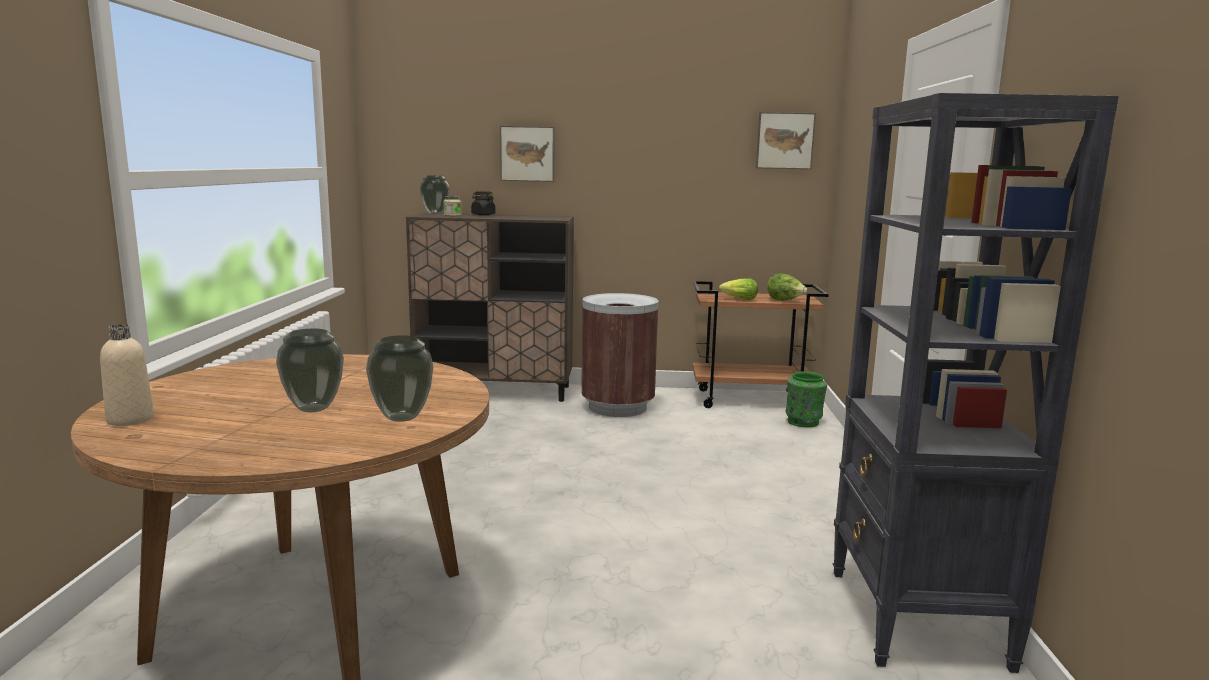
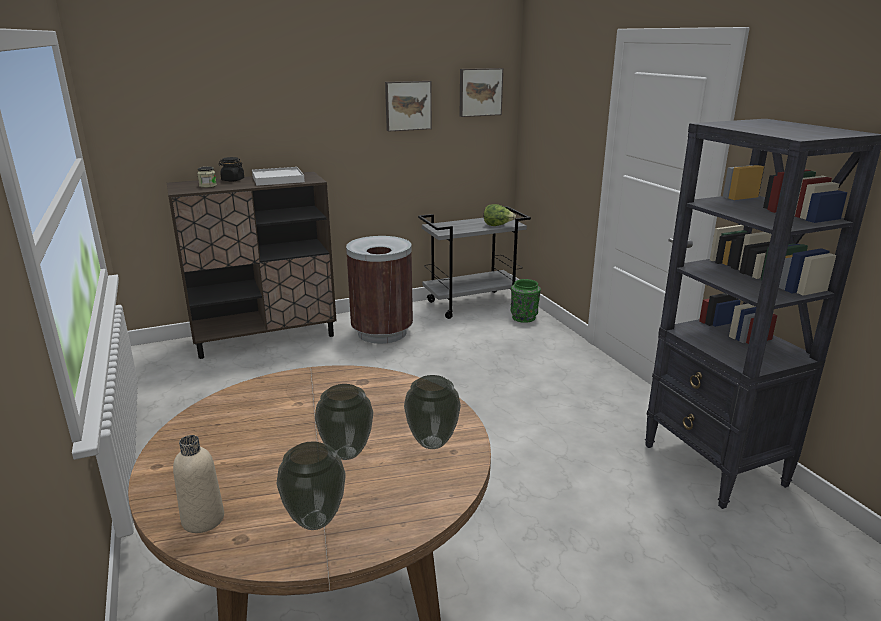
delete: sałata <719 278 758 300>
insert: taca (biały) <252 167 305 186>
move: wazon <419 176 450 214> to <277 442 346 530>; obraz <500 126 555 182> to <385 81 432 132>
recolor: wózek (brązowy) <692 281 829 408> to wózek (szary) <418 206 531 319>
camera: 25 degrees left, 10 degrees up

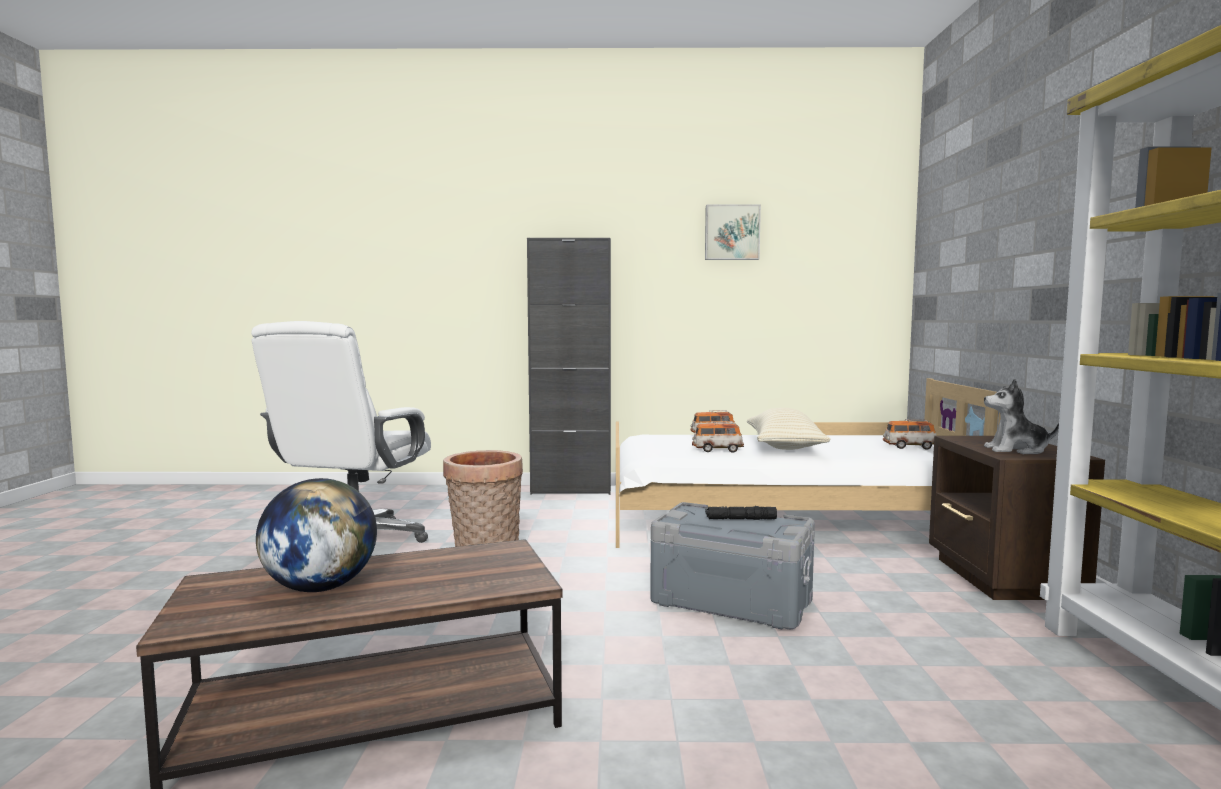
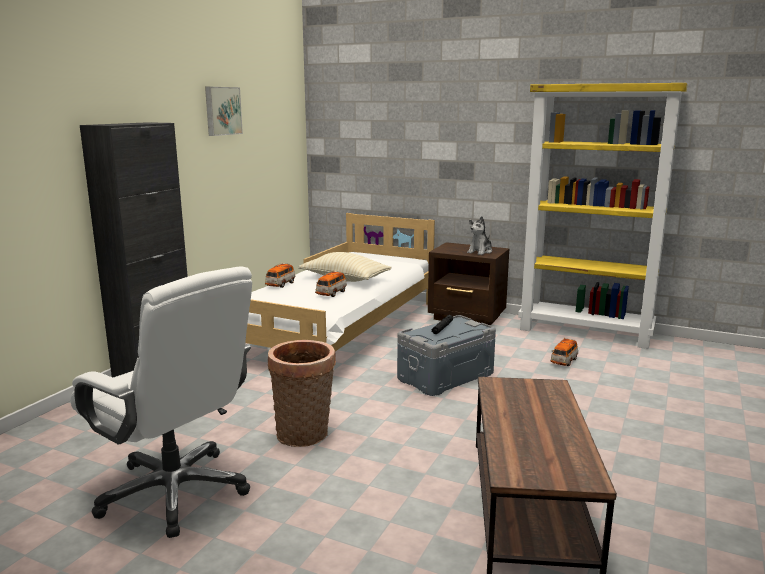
delete: globus <256 478 377 592>
move: samochodzik <883 419 936 450> to <550 338 578 366>
camera: 65 degrees left, 10 degrees up

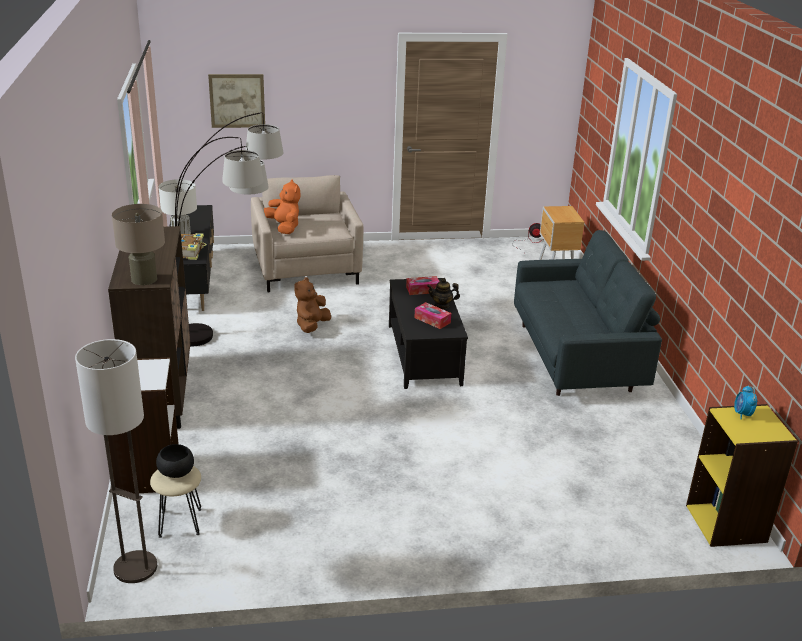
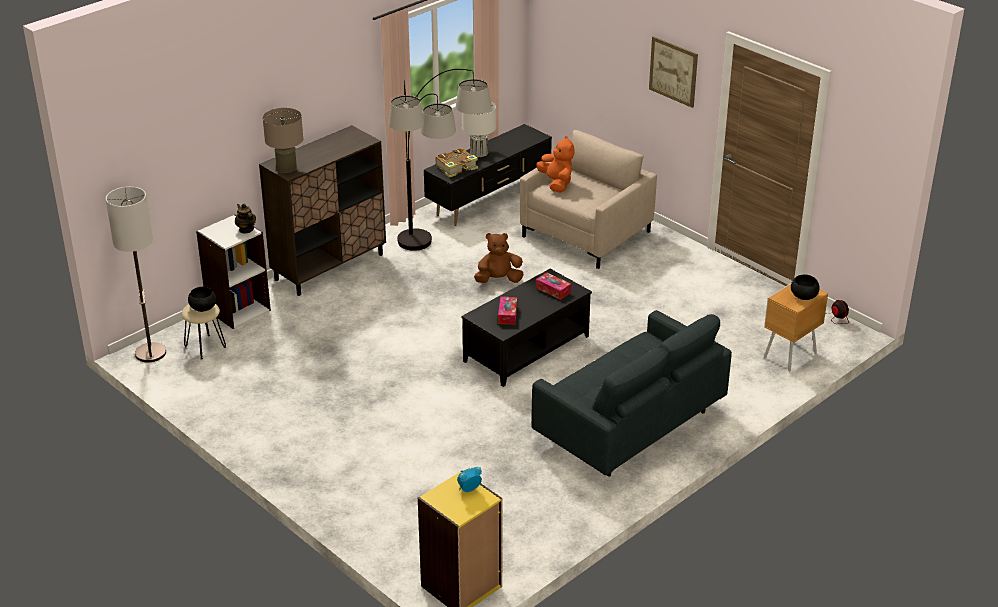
insert: miska (czarny) <791 274 820 300>
move: obraz <208 74 265 128> to <649 36 698 108>; imbryk <427 278 460 309> to <235 204 256 233>
rotate: pluszak (pomarańczowy) <264 179 301 234> = <536 136 574 193> 45 degrees counterclockwise
camera: 55 degrees right, 5 degrees up

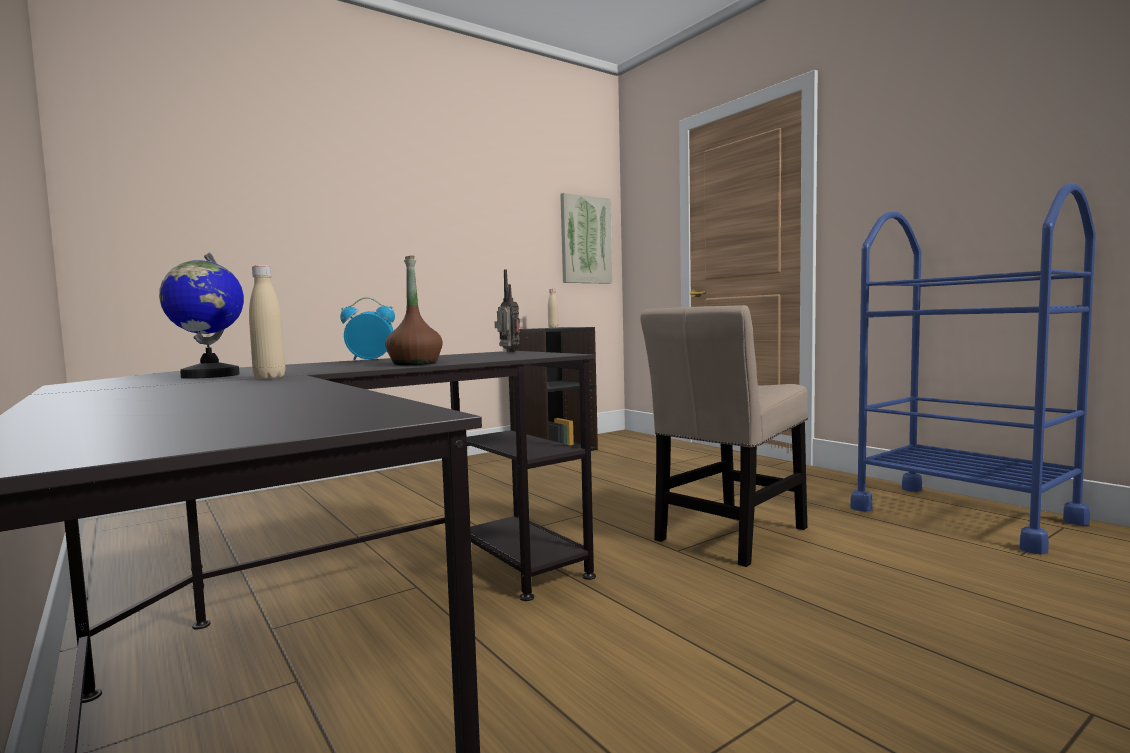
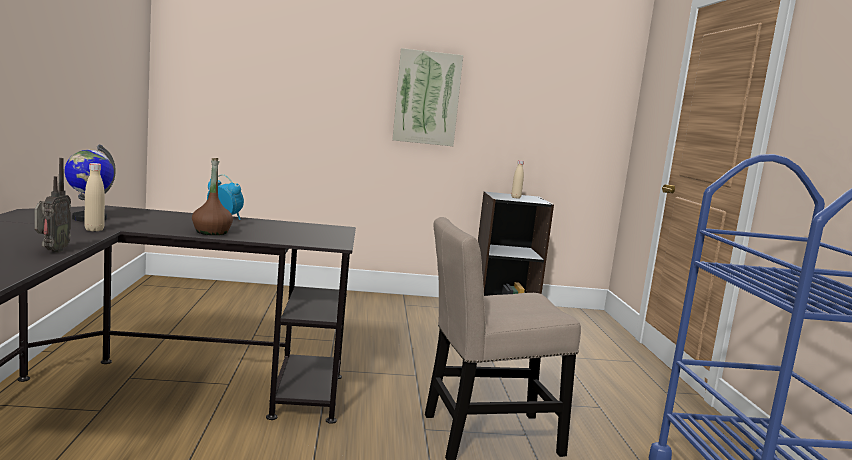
move: radio <495 269 520 352> to <35 158 71 253>; obraz <560 193 612 284> to <392 48 463 146>
camera: 30 degrees right, 5 degrees up

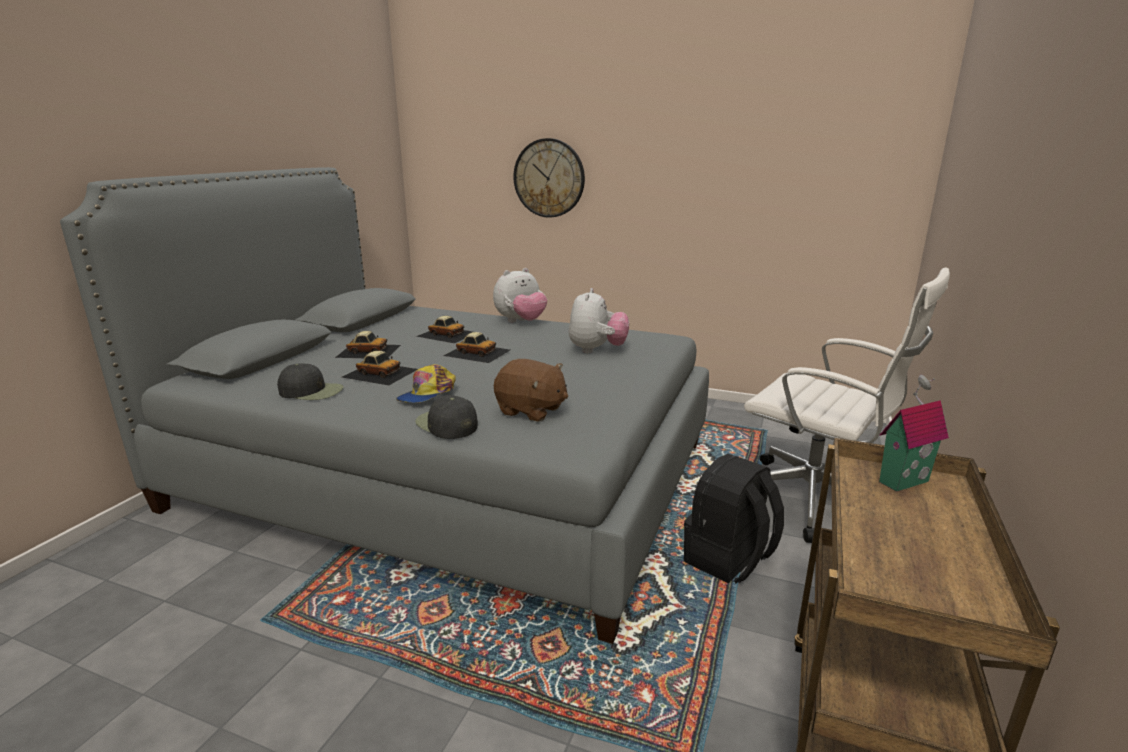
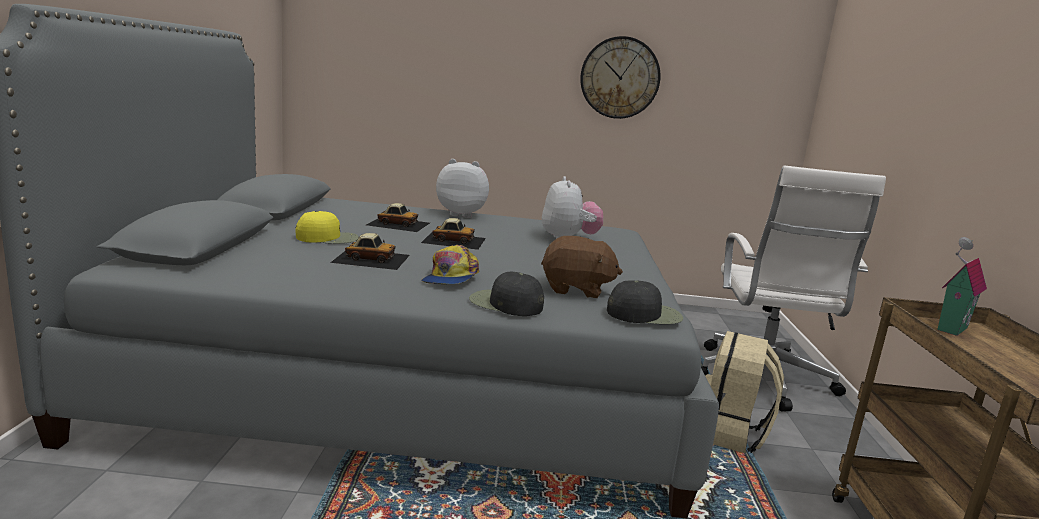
move: czapka z daszkiem (czarny) <277 363 344 400> to <607 280 683 324>; zegar ścienny <513 138 585 218> to <580 36 661 119>
replace: samochodzik <335 331 401 358> to czapka z daszkiem (żółty) <295 211 359 244>
recolor: plecak (czarny) <684 454 784 584> to plecak (beżowy) <706 331 784 453>
rotate: pluszak <493 268 547 322> = <436 159 489 218> 120 degrees counterclockwise; krzesło biurowe (biały) <744 268 950 543> = <701 166 886 411> 75 degrees clockwise
camera: 20 degrees left, 5 degrees down

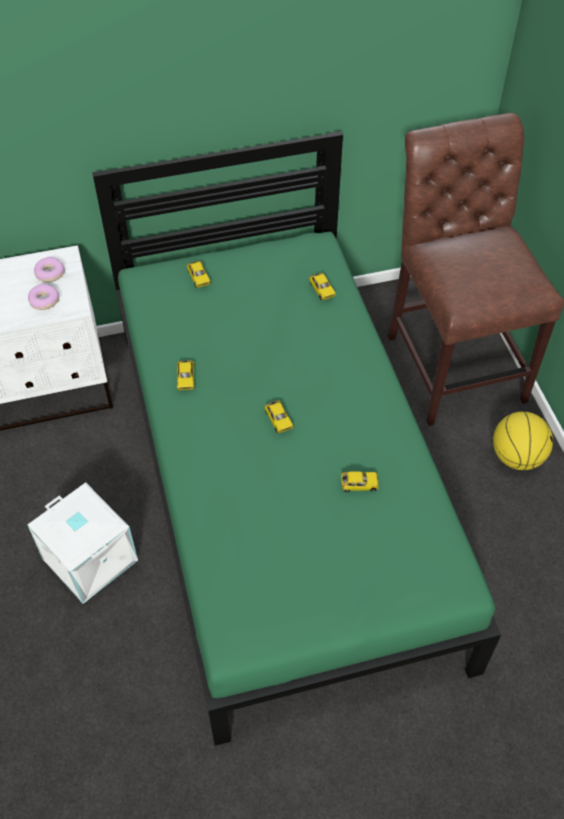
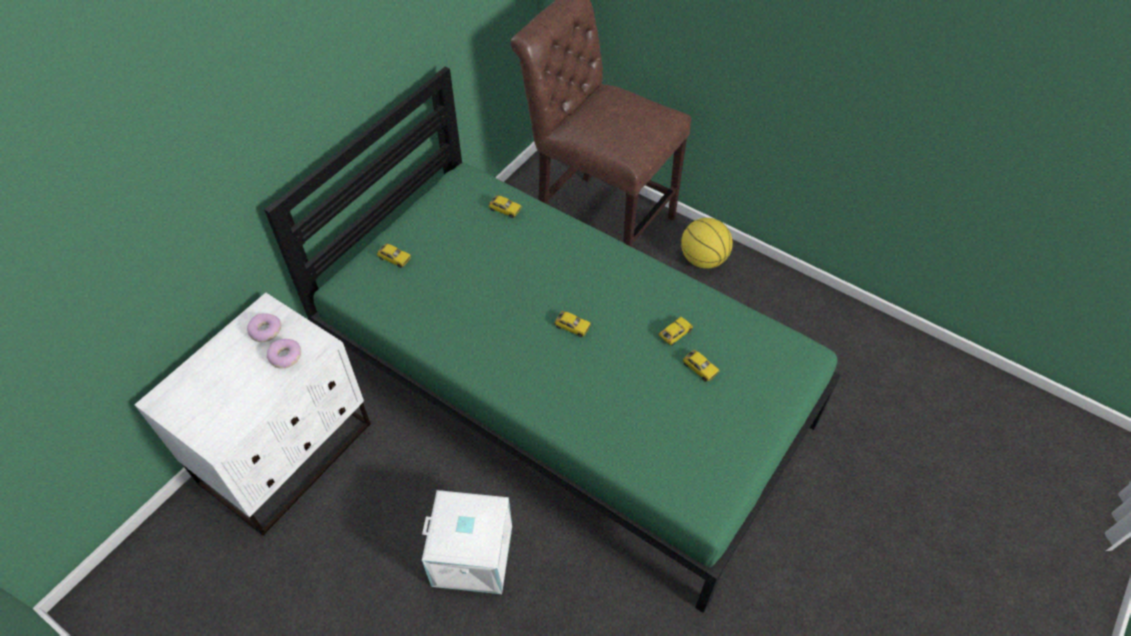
move: samochodzik <177 360 194 390> to <683 350 719 382>
camera: 40 degrees left, 0 degrees up

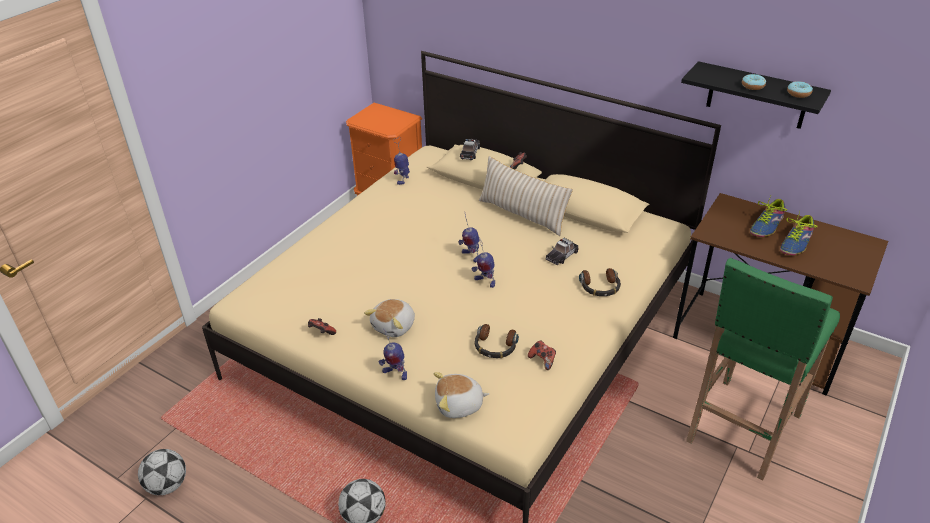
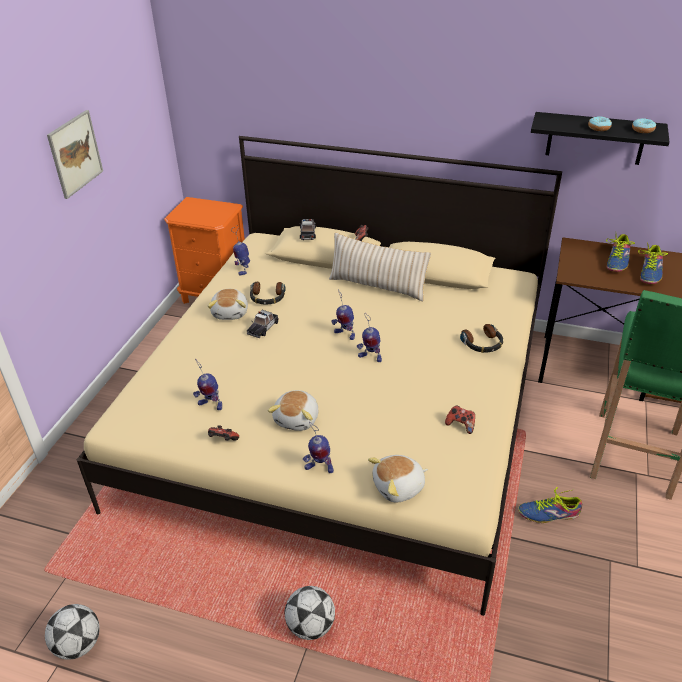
insert: obraz <47 110 103 199>; robot zabawkowy <193 359 222 410>; pluszak <208 289 248 320>; but <518 487 582 523>
move: słuchawki <475 324 519 358> to <250 282 285 305>; samochodzik <546 238 579 265> to <247 310 279 338>
camera: 15 degrees left, 0 degrees up

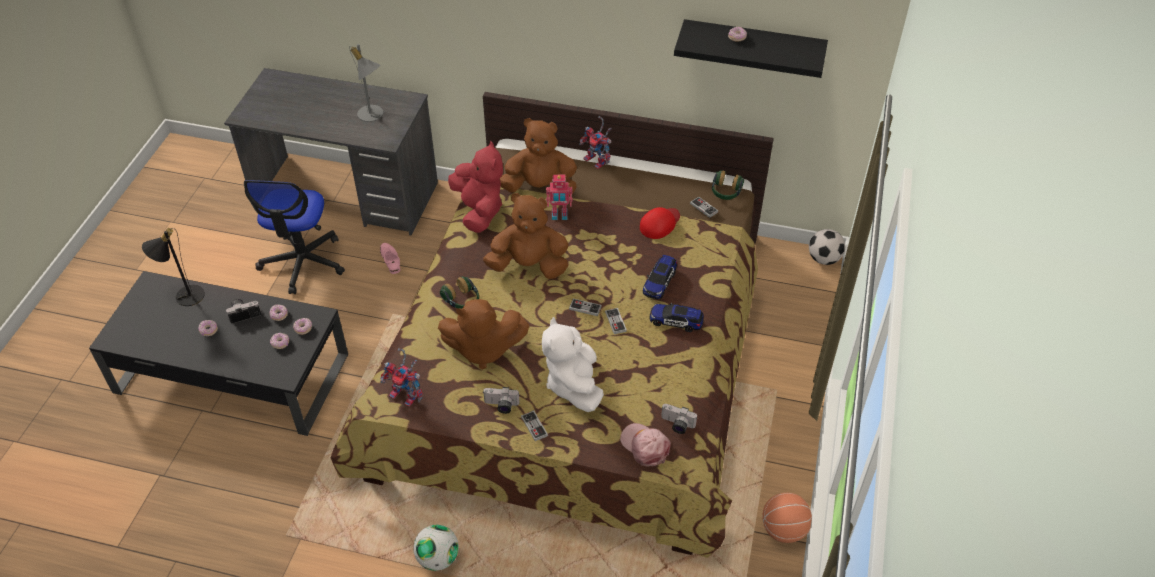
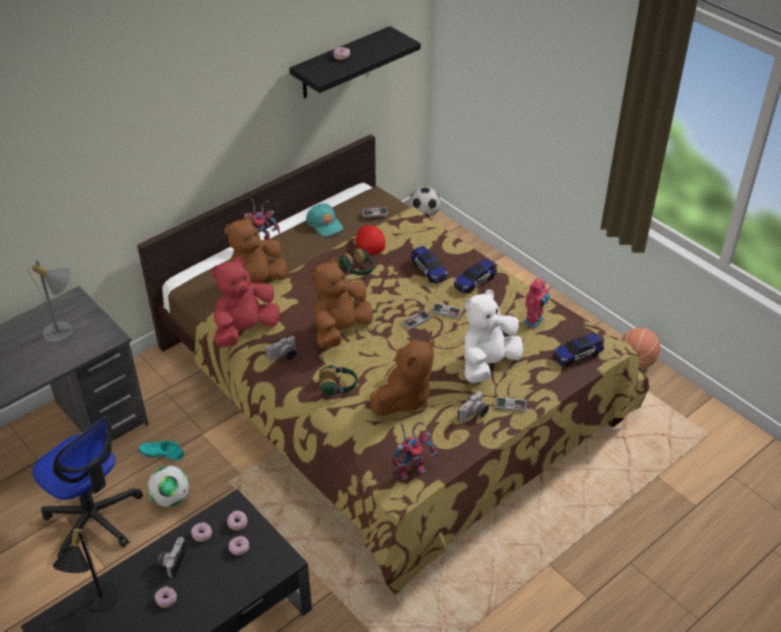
insert: czapka z daszkiem (turkusowy) <306 204 343 237>
move: piłka futbolowa <413 525 459 571> to <148 466 189 507>; robot zabawkowy <546 175 573 220> to <523 278 550 328>; aparat fotograficzny <661 404 697 434> to <265 336 297 361>; słuchawki <712 170 744 200> to <339 248 374 275>
replace: czapka z daszkiem (różowy) <620 423 671 467> to samochodzik <553 333 604 367>
recolor: but (różowy) <380 243 401 274> to but (turkusowy) <138 440 184 460>
rotate: pluszak (czerwony) <448 141 503 233> = <211 257 280 347> 60 degrees counterclockwise; pluszak (biały) <542 317 604 412> = <464 290 523 383> 105 degrees clockwise
camera: 55 degrees left, 5 degrees down

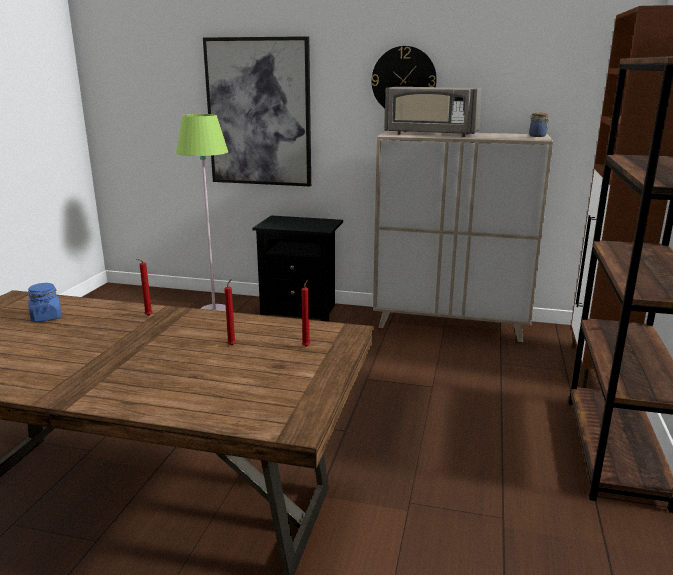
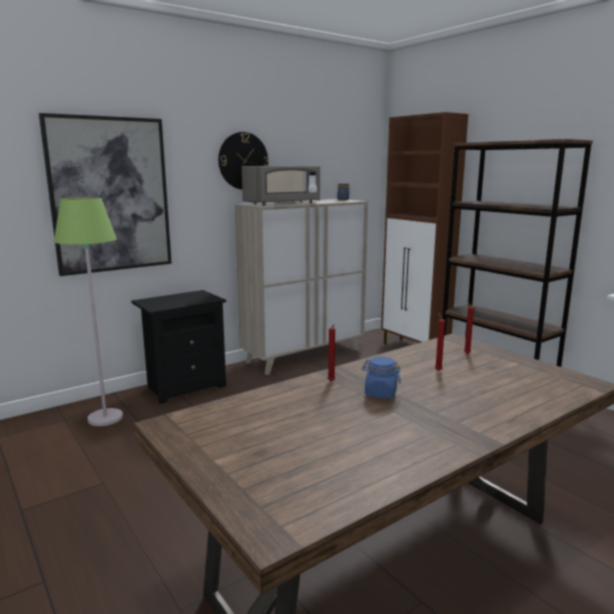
move: słoik (niebieski) <28 283 62 322> to <361 357 401 398>
camera: 50 degrees left, 5 degrees down

